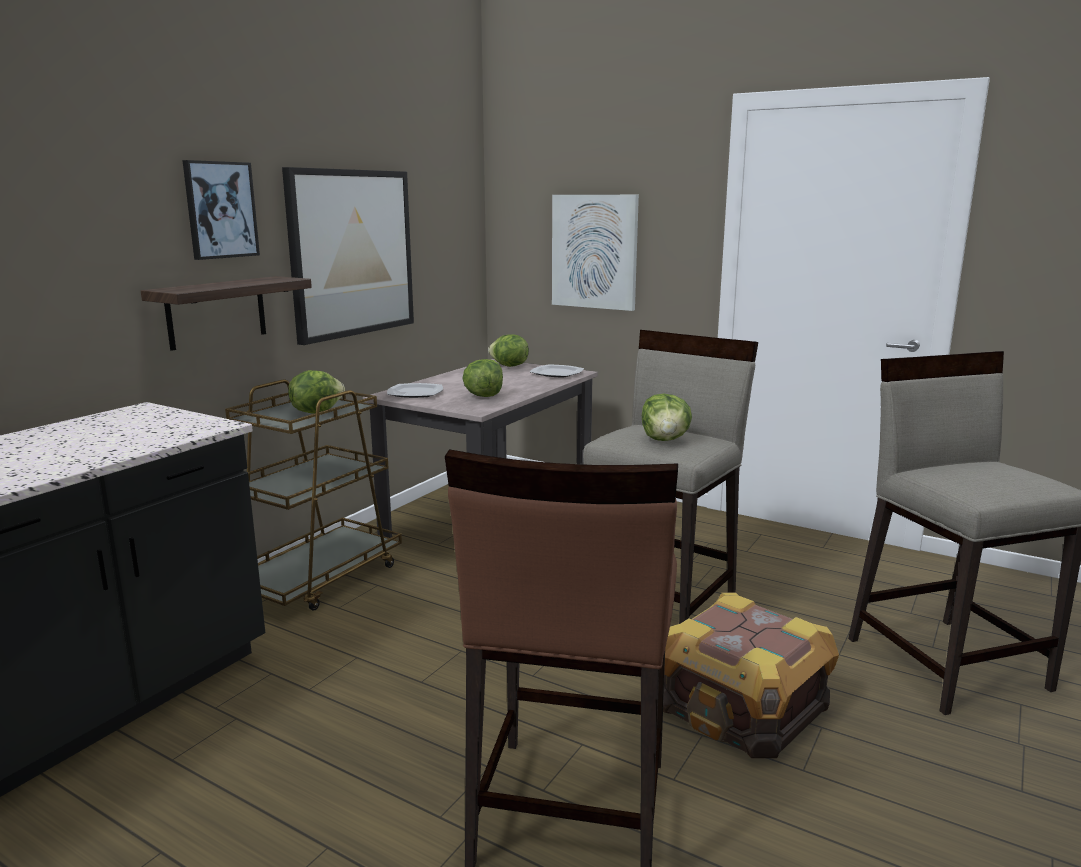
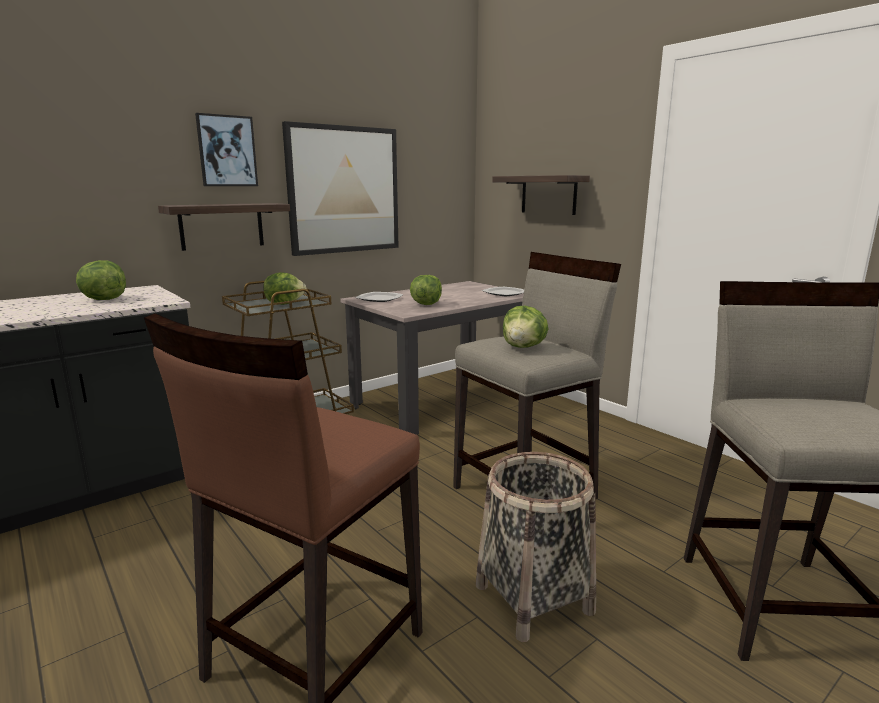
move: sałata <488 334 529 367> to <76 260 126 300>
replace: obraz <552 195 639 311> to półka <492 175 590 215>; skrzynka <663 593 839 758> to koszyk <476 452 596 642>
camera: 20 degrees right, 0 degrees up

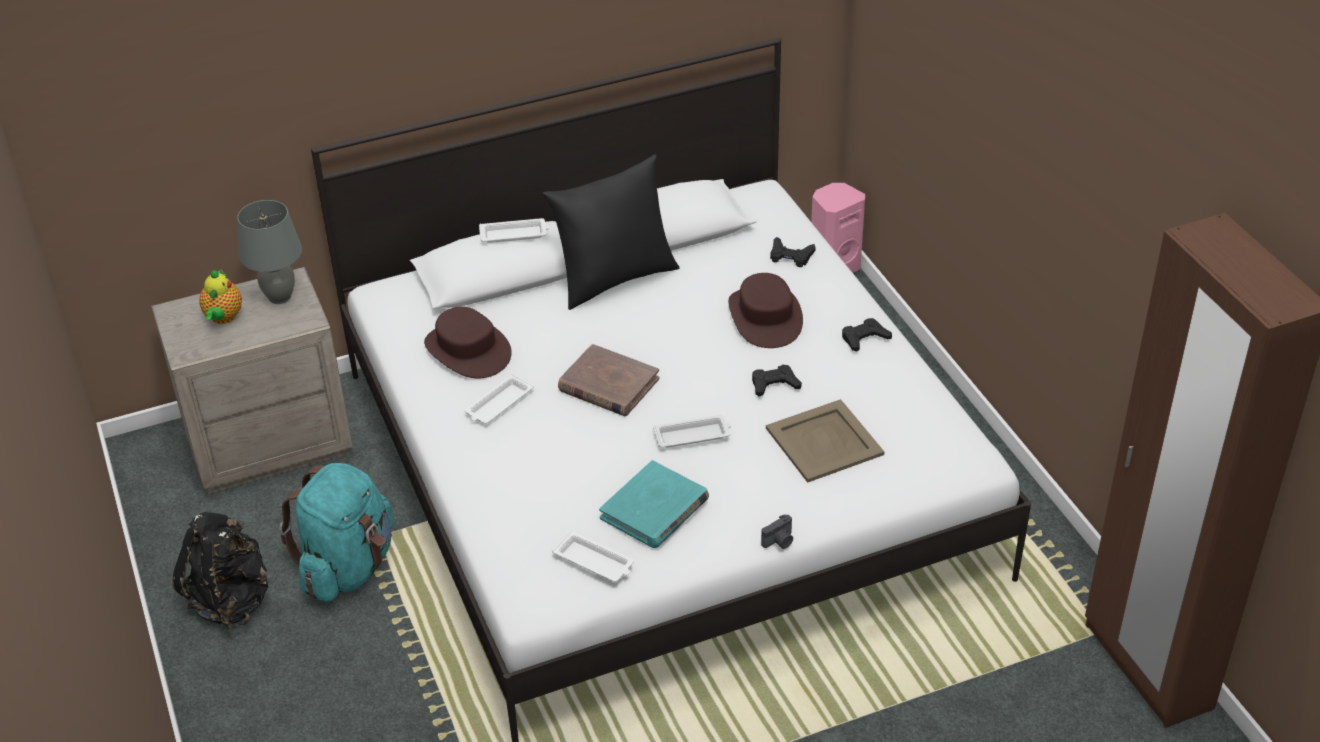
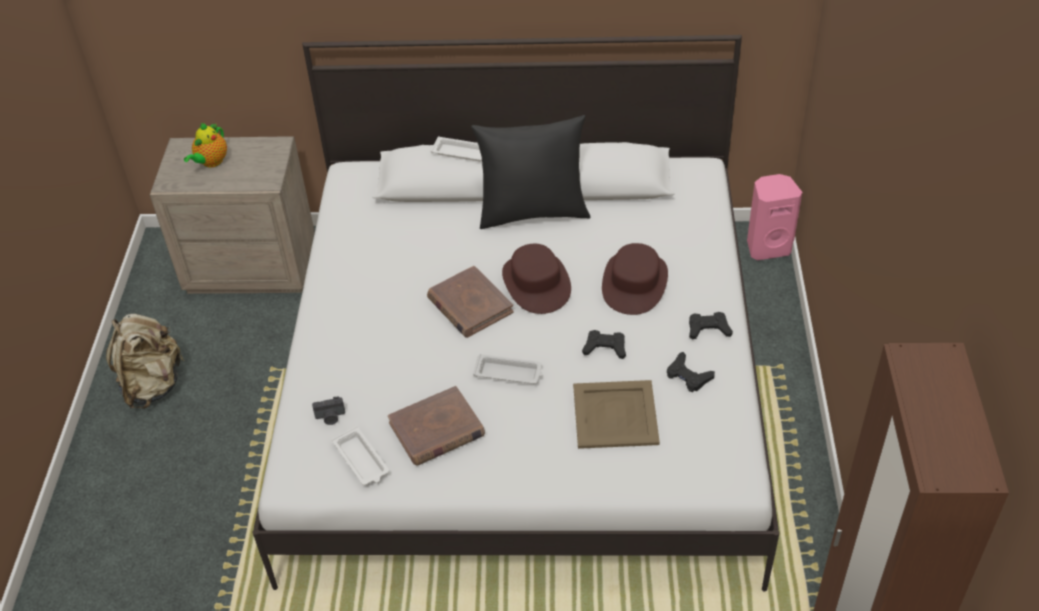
delete: lampa stołowa (szary) <237 200 302 304>; plecak (turkusowy) <279 463 394 602>; taca (biały) <465 373 534 424>
move: kapelusz (brązowy) <424 306 512 379> to <502 244 571 314>; aparat fotograficzny <761 514 793 549> to <312 396 345 425>; pad do gier (czarny) <770 237 816 267> to <667 352 715 392>
recolor: plecak (czarny) <172 512 268 629> to plecak (beżowy) <106 314 185 409>; książka (turkusowy) <599 460 709 548> to książka (brązowy) <388 386 485 465>
camera: 25 degrees right, 5 degrees up

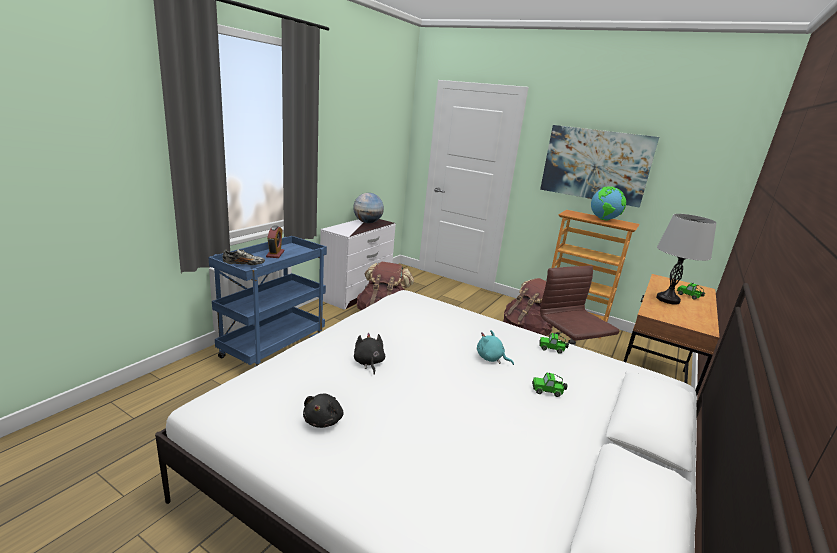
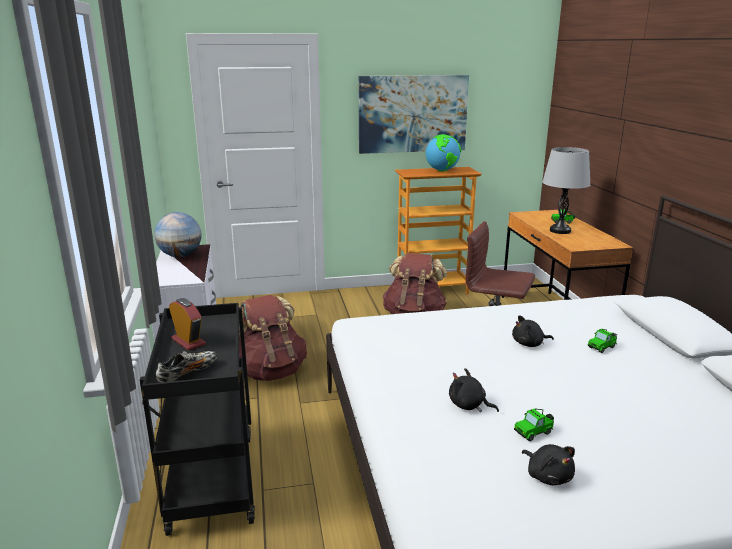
move: samochodzik <539 333 569 354> to <514 409 554 441>
recolor: wózek (niebieski) <208 236 327 368> to wózek (czarny) <140 303 255 536>; pluszak (turkusowy) <477 330 514 365> to pluszak (czarny) <512 315 554 347>
camera: 40 degrees left, 0 degrees up

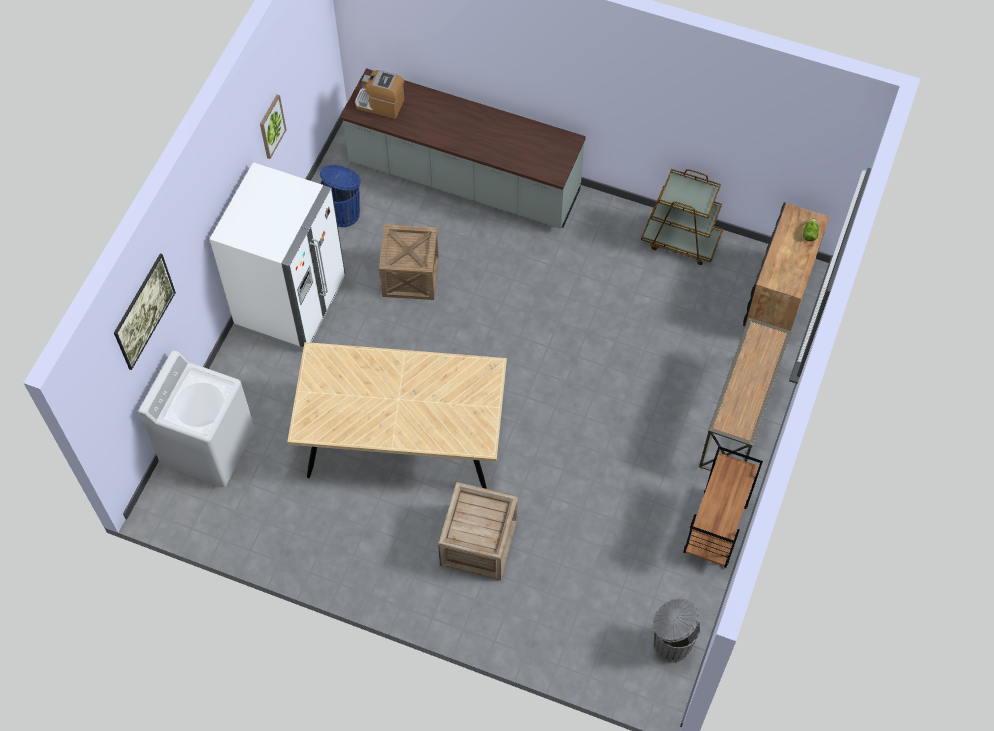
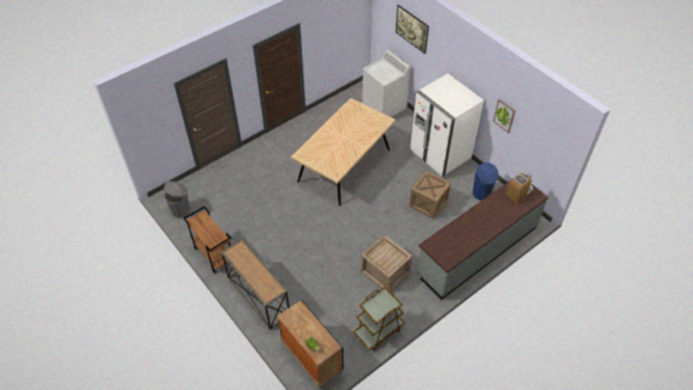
move: skrzynka <438 482 518 580> to <361 234 413 291>
camera: 120 degrees right, 10 degrees down

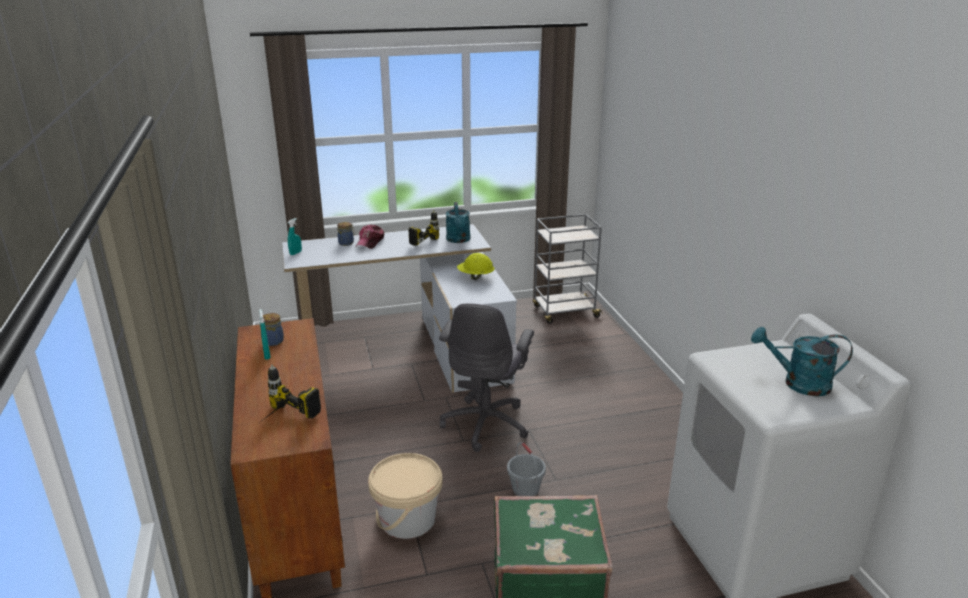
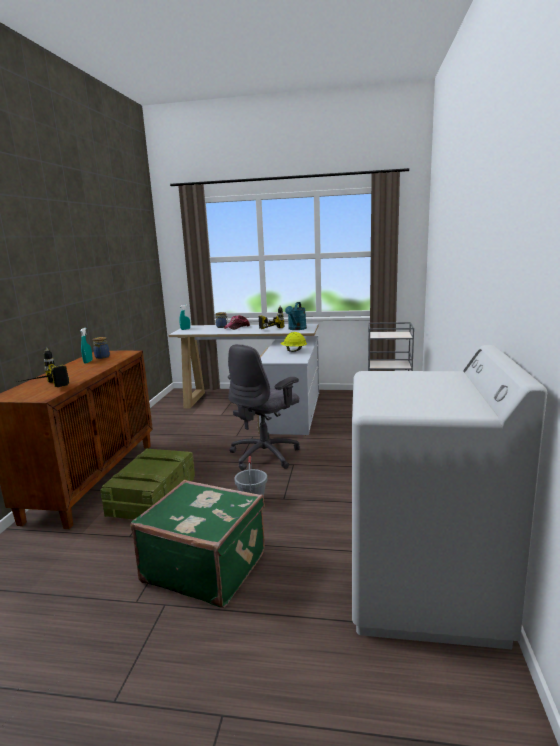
delete: konewka (turkusowy) <751 327 853 396>
replace: wiadro (beżowy) <368 453 443 539> to skrzynka <100 449 195 520>
camera: 25 degrees right, 10 degrees down

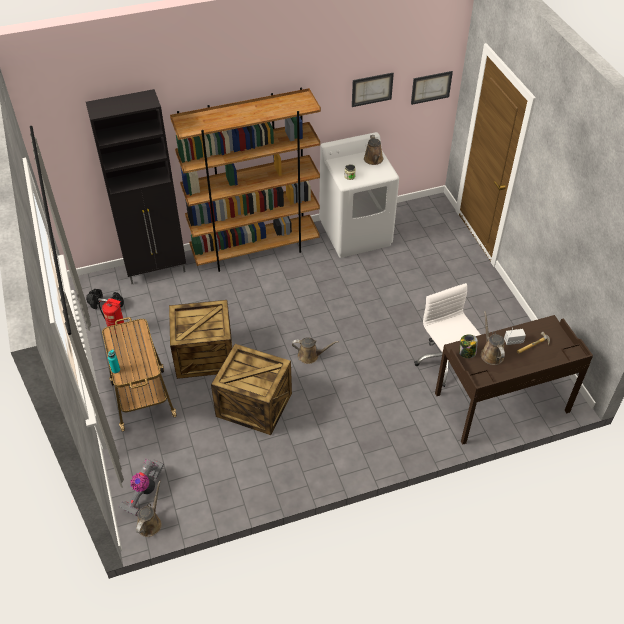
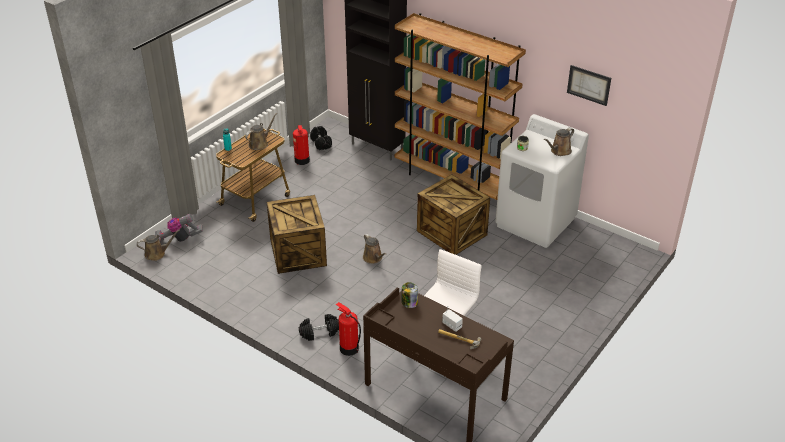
delete: obraz <411 71 453 105>
insert: hantel (czarny) <299 314 339 341>; gaśnica <336 302 361 356>
move: skrzynka <169 300 232 379> to <417 174 490 255>; konewka (brązowy) <481 311 505 365> to <245 113 277 150>
camera: 55 degrees right, 10 degrees down

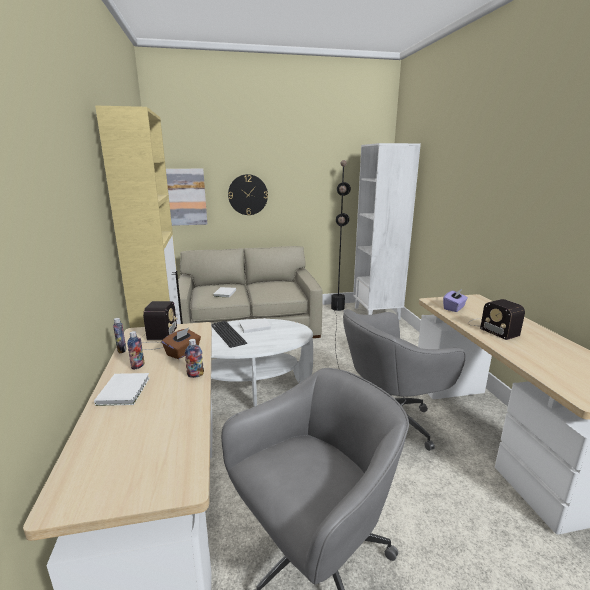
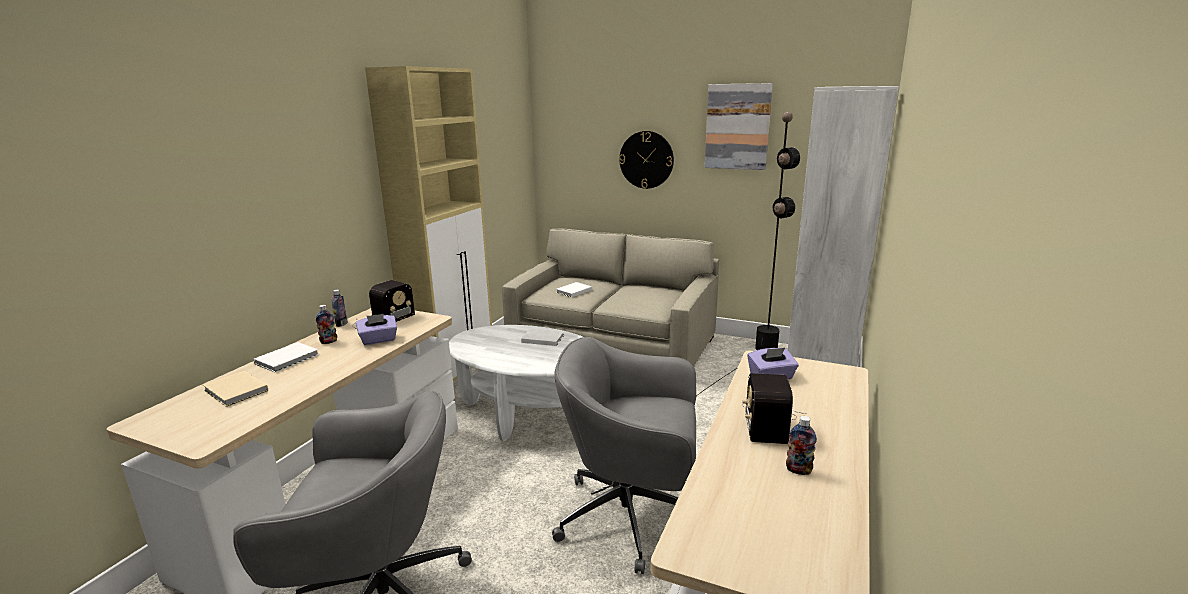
delete: klawiatura <211 321 247 348>
insert: książka (beżowy) <203 371 268 407>
move: obraz <166 169 207 226> to <705 83 773 170>; butelka <185 339 204 378> to <786 416 817 475>
recolor: pudełko chusteczek (brązowy) <162 327 201 359> to pudełko chusteczek (fioletowy) <356 314 397 345>
camera: 35 degrees right, 0 degrees up

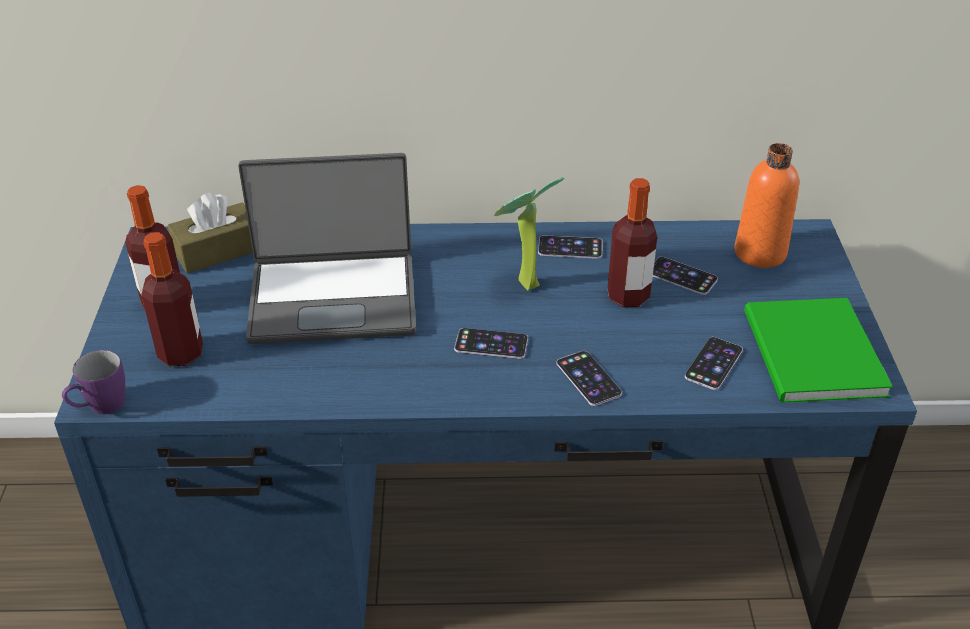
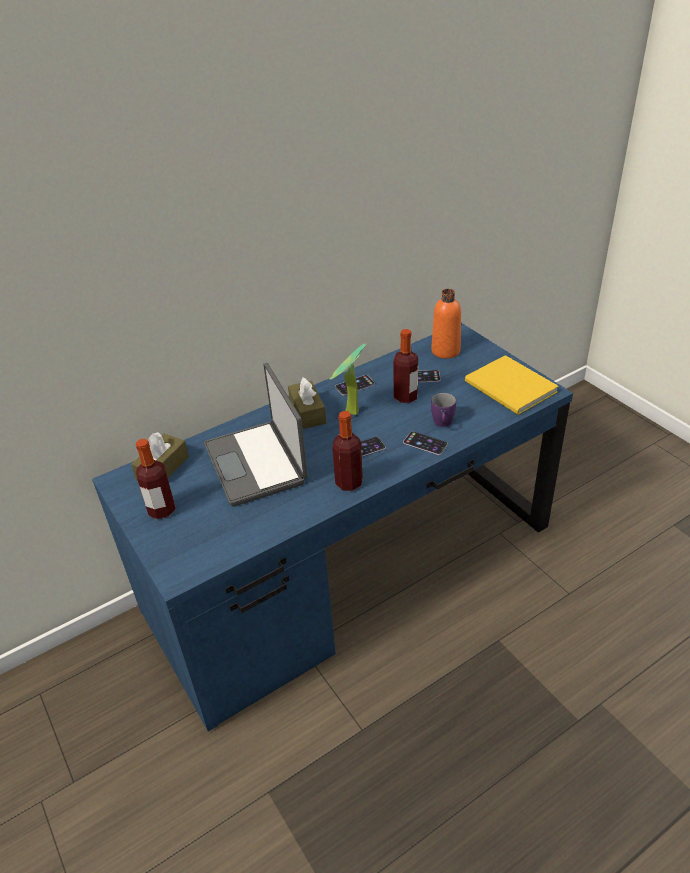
delete: telefon <685 337 743 390>
insert: pudełko chusteczek (brązowy) <288 377 326 429>
move: kubek (fioletowy) <62 350 125 414> to <431 393 456 427>; butelka <141 232 203 366> to <332 411 363 491>
recolor: książka (zielony) <744 298 893 403> to książka (żółty) <465 355 559 415>
rotate: laptop <238 153 416 344> = <204 363 308 507> 105 degrees clockwise
camera: 30 degrees left, 0 degrees up

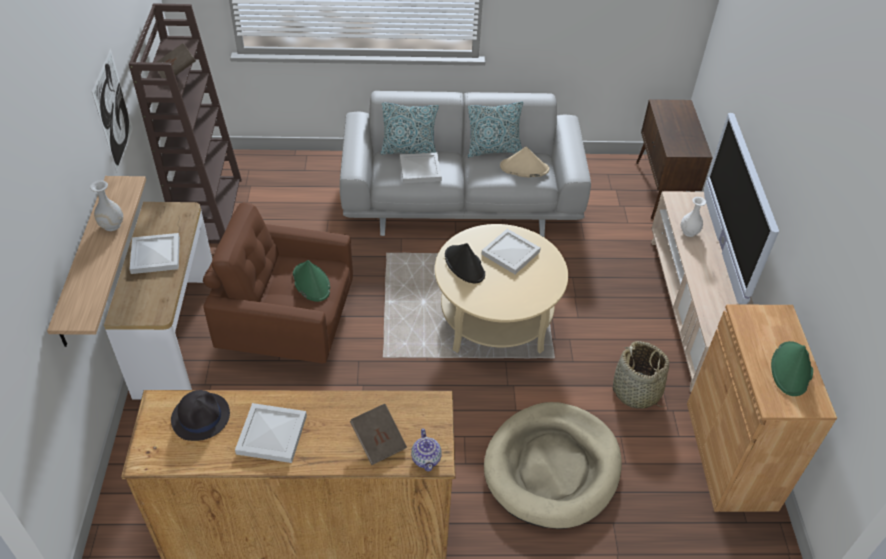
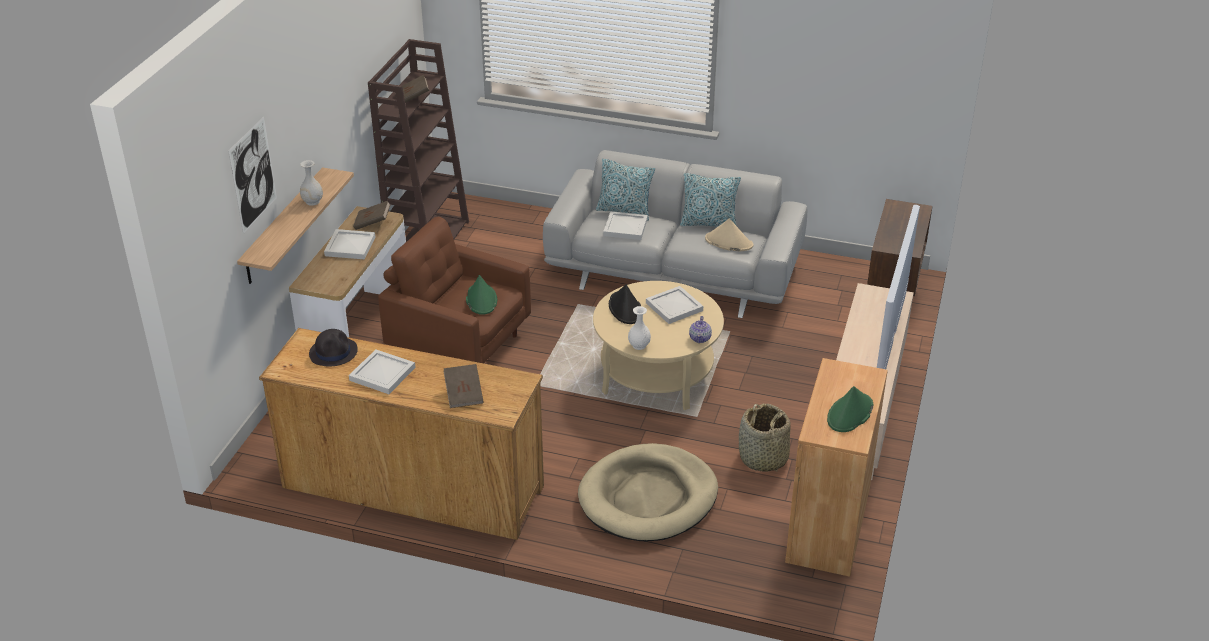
insert: książka (brązowy) <353 201 390 230>
move: obraz <92 49 133 173> to <228 117 277 234>; imbryk <411 428 442 472> to <689 316 712 343>; wazon (biały) <681 197 706 237> to <628 306 651 350>
camera: 20 degrees right, 10 degrees down

